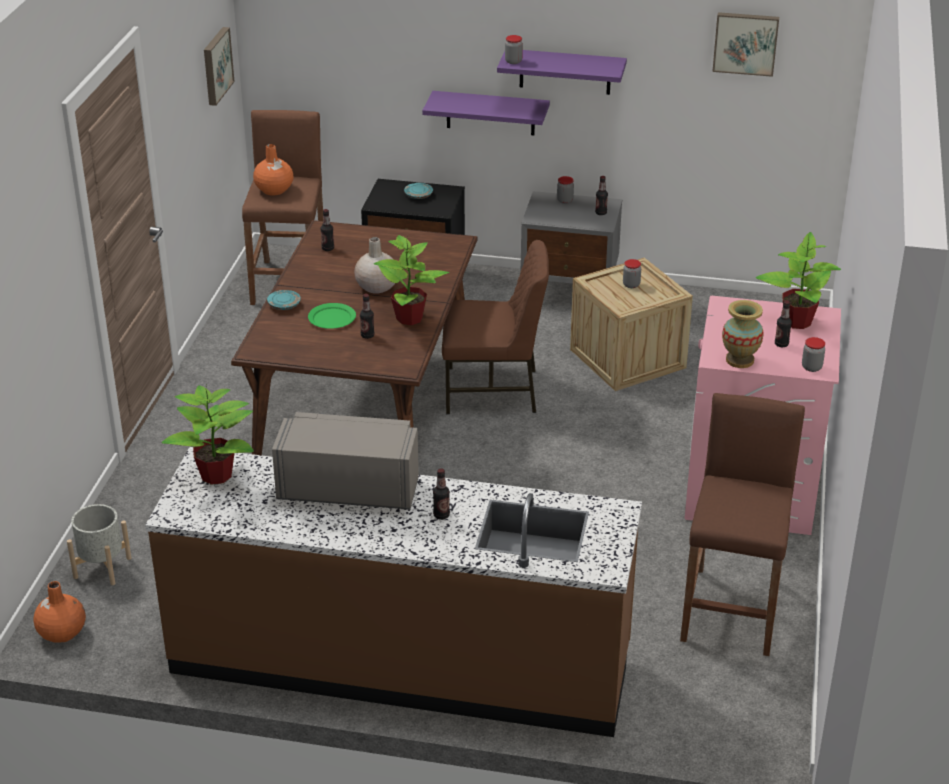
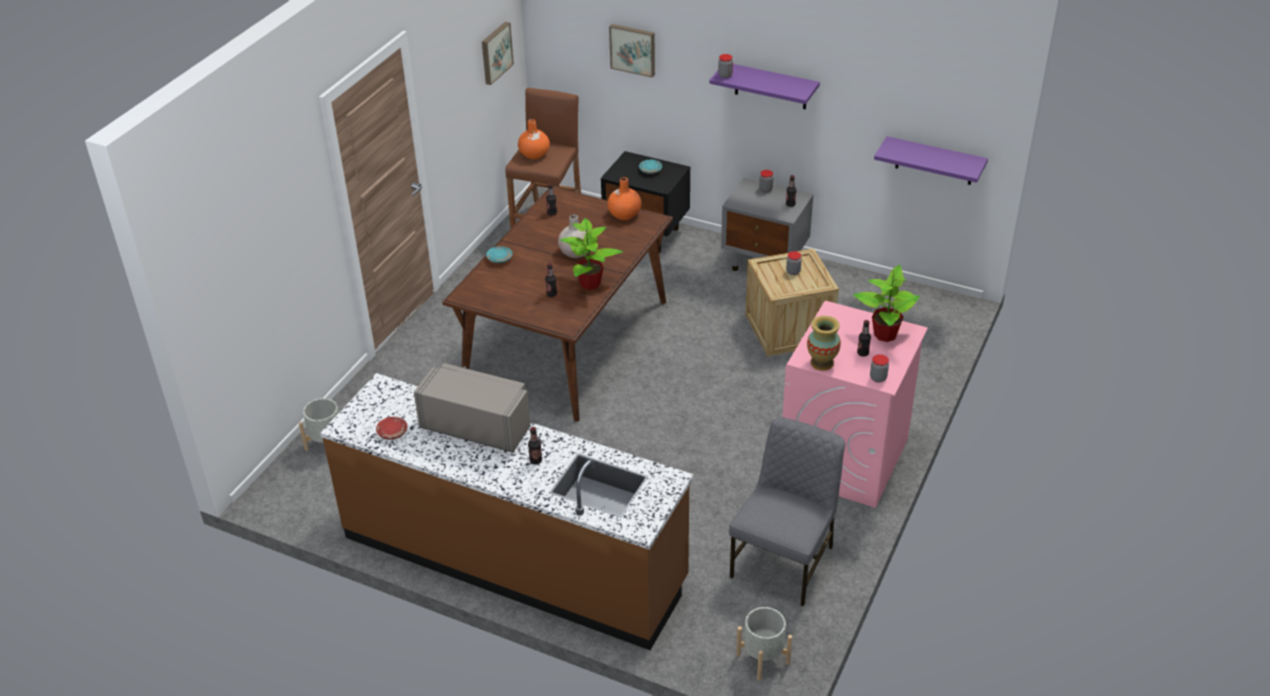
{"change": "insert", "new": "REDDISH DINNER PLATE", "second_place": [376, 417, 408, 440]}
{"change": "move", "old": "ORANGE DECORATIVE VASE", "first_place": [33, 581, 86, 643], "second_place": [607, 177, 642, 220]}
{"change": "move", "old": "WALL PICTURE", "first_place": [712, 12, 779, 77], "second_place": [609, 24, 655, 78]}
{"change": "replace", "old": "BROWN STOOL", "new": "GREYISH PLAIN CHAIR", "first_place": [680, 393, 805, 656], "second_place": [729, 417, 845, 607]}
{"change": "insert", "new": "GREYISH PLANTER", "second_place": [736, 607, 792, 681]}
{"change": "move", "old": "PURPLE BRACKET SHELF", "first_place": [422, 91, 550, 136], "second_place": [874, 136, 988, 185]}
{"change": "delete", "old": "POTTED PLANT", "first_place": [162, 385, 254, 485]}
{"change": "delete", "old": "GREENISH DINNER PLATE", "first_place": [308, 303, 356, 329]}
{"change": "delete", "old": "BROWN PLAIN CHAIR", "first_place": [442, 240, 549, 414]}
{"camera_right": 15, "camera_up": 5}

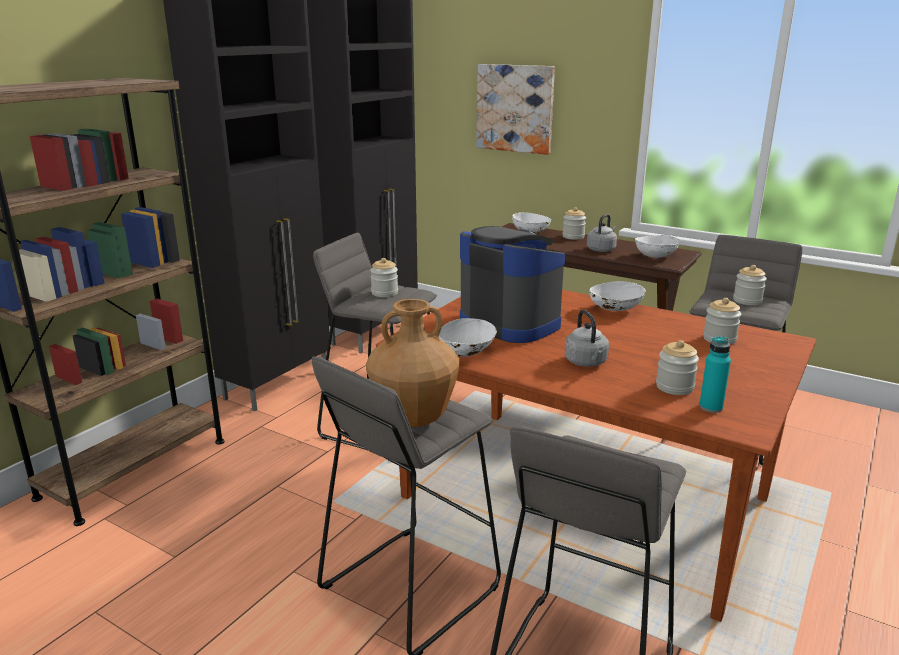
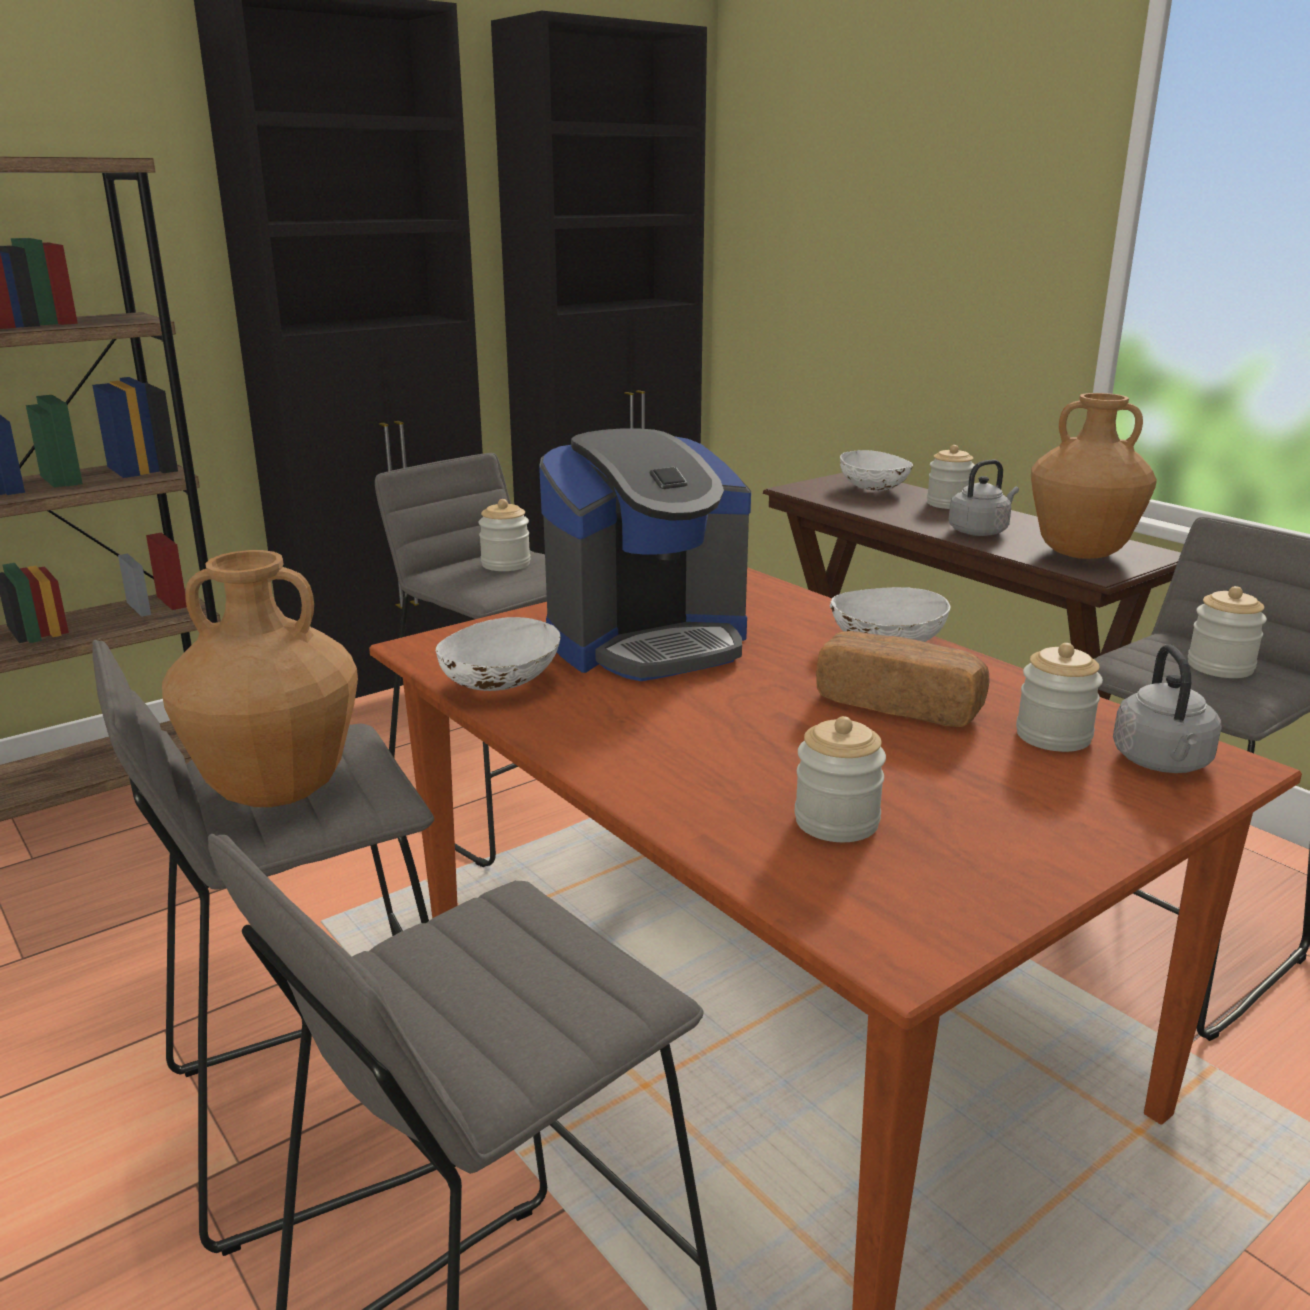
{"change": "rotate", "old": "COFFEE MACHINE", "first_place": [460, 226, 565, 343], "second_place": [539, 428, 751, 681], "degrees": 90}
{"change": "insert", "new": "BAKERY BREAD", "second_place": [816, 631, 990, 727]}
{"change": "replace", "old": "WHITE-COLOURED BOWL", "new": "BROWN DECORATIVE VASE", "first_place": [635, 235, 680, 258], "second_place": [1031, 393, 1157, 559]}
{"change": "move", "old": "GREYISH KETTLE", "first_place": [565, 310, 609, 367], "second_place": [1113, 644, 1222, 773]}
{"change": "delete", "old": "WALL PICTURE", "first_place": [476, 64, 555, 155]}
{"change": "delete", "old": "TURQUOISE-COLOURED BEVERAGE BOTTLE", "first_place": [699, 336, 731, 413]}
{"camera_right": 20, "camera_up": 0}

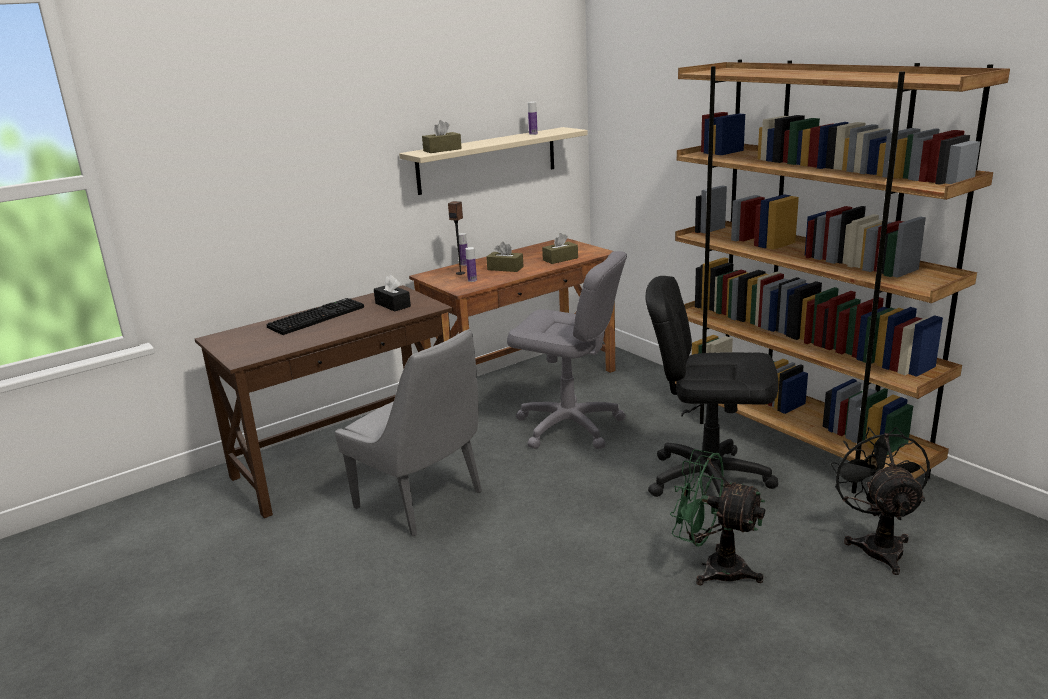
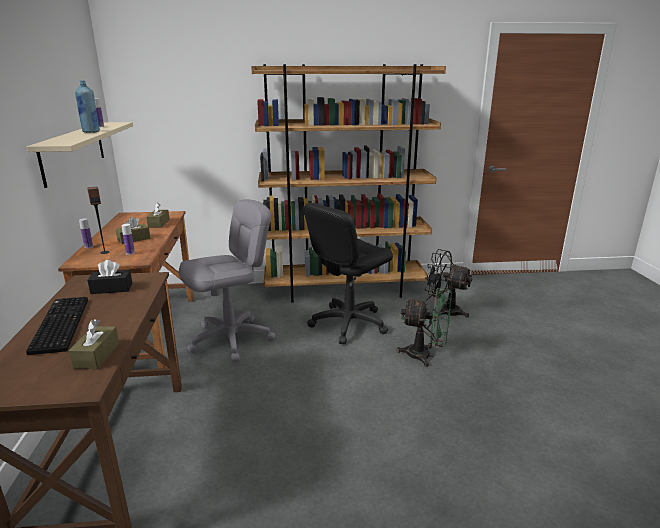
{"change": "move", "old": "BROWN TISSUE HOLDER", "first_place": [422, 120, 462, 153], "second_place": [69, 319, 119, 369]}
{"change": "insert", "new": "BLUE-COLOURED BEVERAGE BOTTLE", "second_place": [75, 81, 100, 133]}
{"change": "rotate", "old": "GREENISH FAN", "first_place": [670, 449, 765, 585], "second_place": [396, 287, 452, 367], "degrees": -135}
{"change": "delete", "old": "GREYISH PLAIN CHAIR", "first_place": [335, 329, 482, 536]}
{"camera_right": -60, "camera_up": 0}

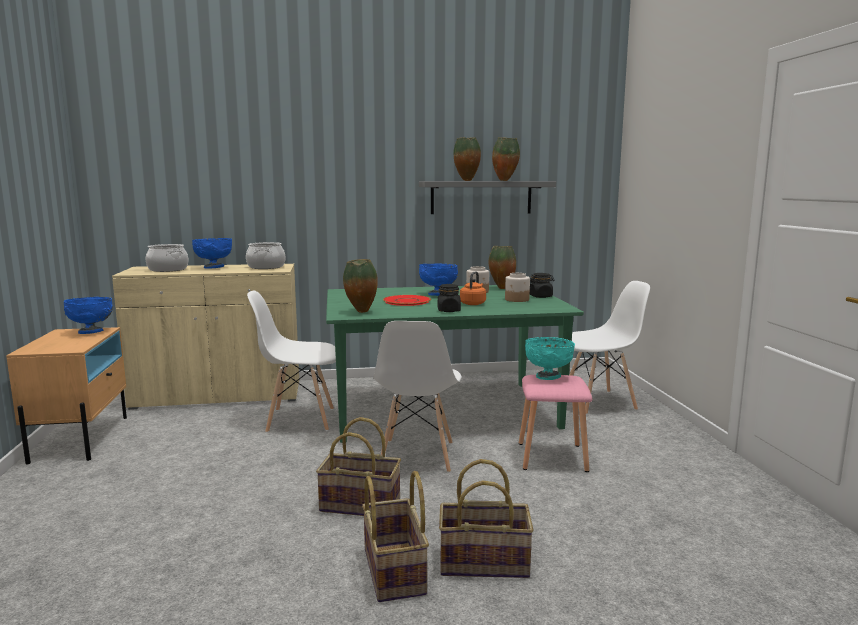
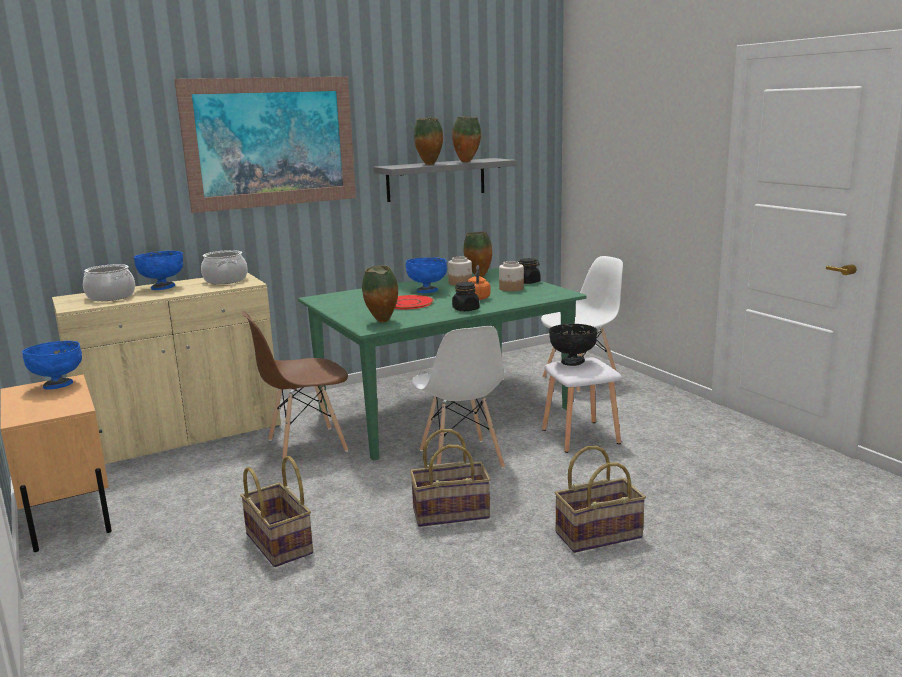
{"change": "insert", "new": "WALL PICTURE", "second_place": [174, 77, 356, 213]}
{"change": "move", "old": "BASKET", "first_place": [362, 471, 429, 602], "second_place": [240, 456, 313, 567]}
{"change": "recolor", "old": "WHITE-COLOURED PLAIN CHAIR", "new": "BROWN PLAIN CHAIR", "first_place": [247, 291, 336, 433], "second_place": [242, 311, 348, 461]}
{"change": "recolor", "old": "PINK STOOL", "new": "WHITE-COLOURED STOOL", "first_place": [519, 375, 592, 472], "second_place": [542, 358, 622, 453]}
{"change": "recolor", "old": "TURQUOISE-COLOURED BOWL", "new": "BLACKISH BOWL", "first_place": [525, 337, 575, 380], "second_place": [549, 324, 598, 366]}
{"camera_right": -20, "camera_up": 5}

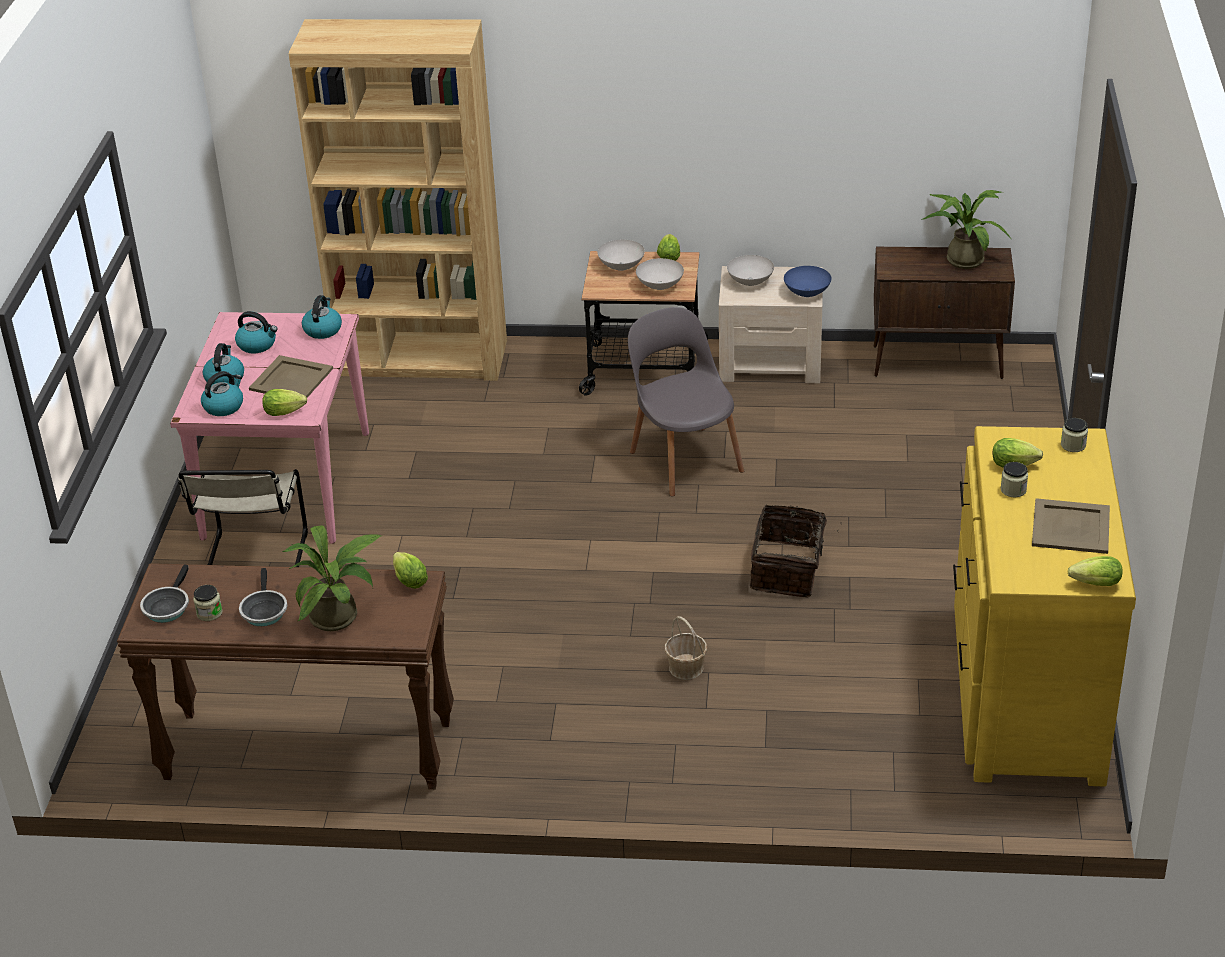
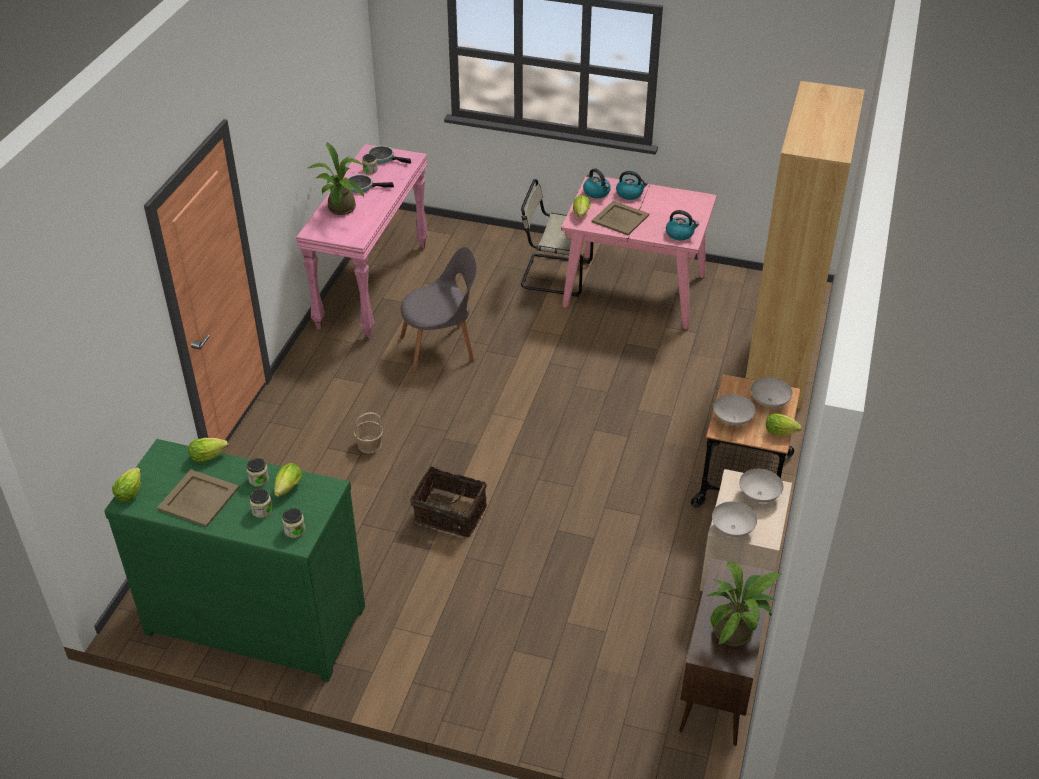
{"change": "recolor", "old": "YELLOW-COLOURED DRESSER", "new": "GREENISH DRESSER", "first_place": [953, 426, 1136, 787], "second_place": [104, 439, 365, 682]}
{"change": "move", "old": "LETTUCE", "first_place": [393, 552, 428, 589], "second_place": [188, 438, 228, 463]}
{"change": "insert", "new": "JAR", "second_place": [249, 489, 273, 518]}
{"change": "recolor", "old": "BROWN NARROW TABLE", "new": "PINK NARROW TABLE", "first_place": [117, 563, 454, 790], "second_place": [296, 144, 428, 339]}
{"change": "move", "old": "GREYISH PLAIN CHAIR", "first_place": [628, 307, 744, 497], "second_place": [401, 247, 477, 373]}
{"change": "recolor", "old": "BLUE-COLOURED BOWL", "new": "WHITE-COLOURED BOWL", "first_place": [784, 266, 832, 297], "second_place": [712, 501, 757, 537]}
{"change": "delete", "old": "KETTLE", "first_place": [235, 311, 278, 354]}
{"camera_right": 100, "camera_up": 5}

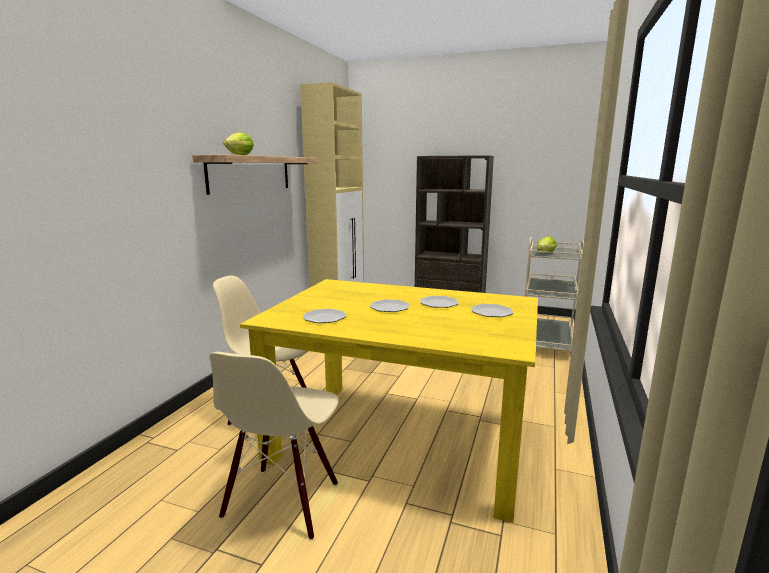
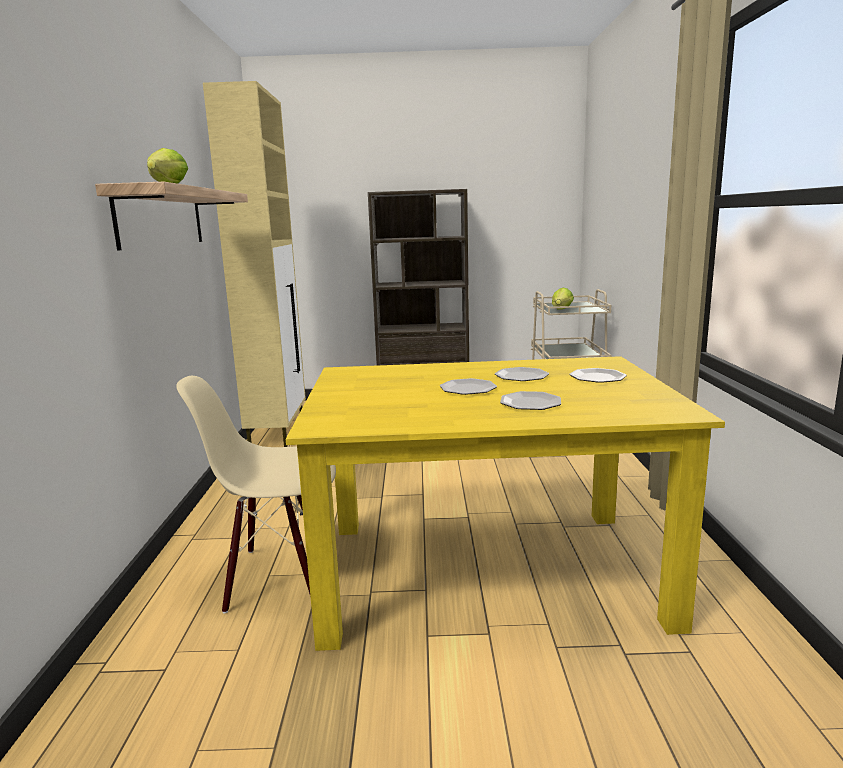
{"change": "move", "old": "DINNER PLATE", "first_place": [304, 309, 346, 323], "second_place": [500, 391, 561, 410]}
{"change": "delete", "old": "BEIGE PLAIN CHAIR", "first_place": [209, 352, 339, 540]}
{"camera_right": -20, "camera_up": 0}

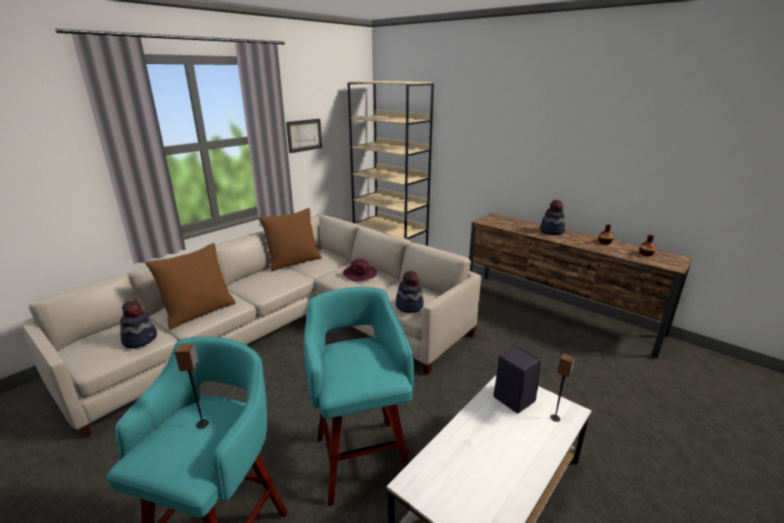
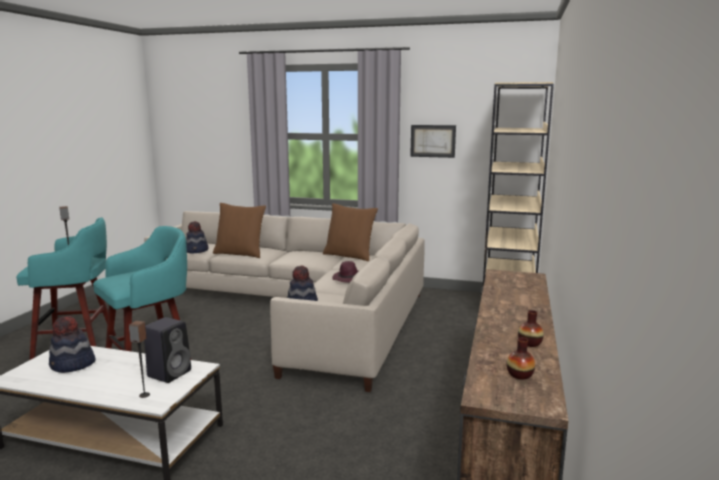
{"change": "move", "old": "HAT", "first_place": [540, 200, 565, 235], "second_place": [49, 316, 96, 373]}
{"camera_right": 65, "camera_up": -10}

